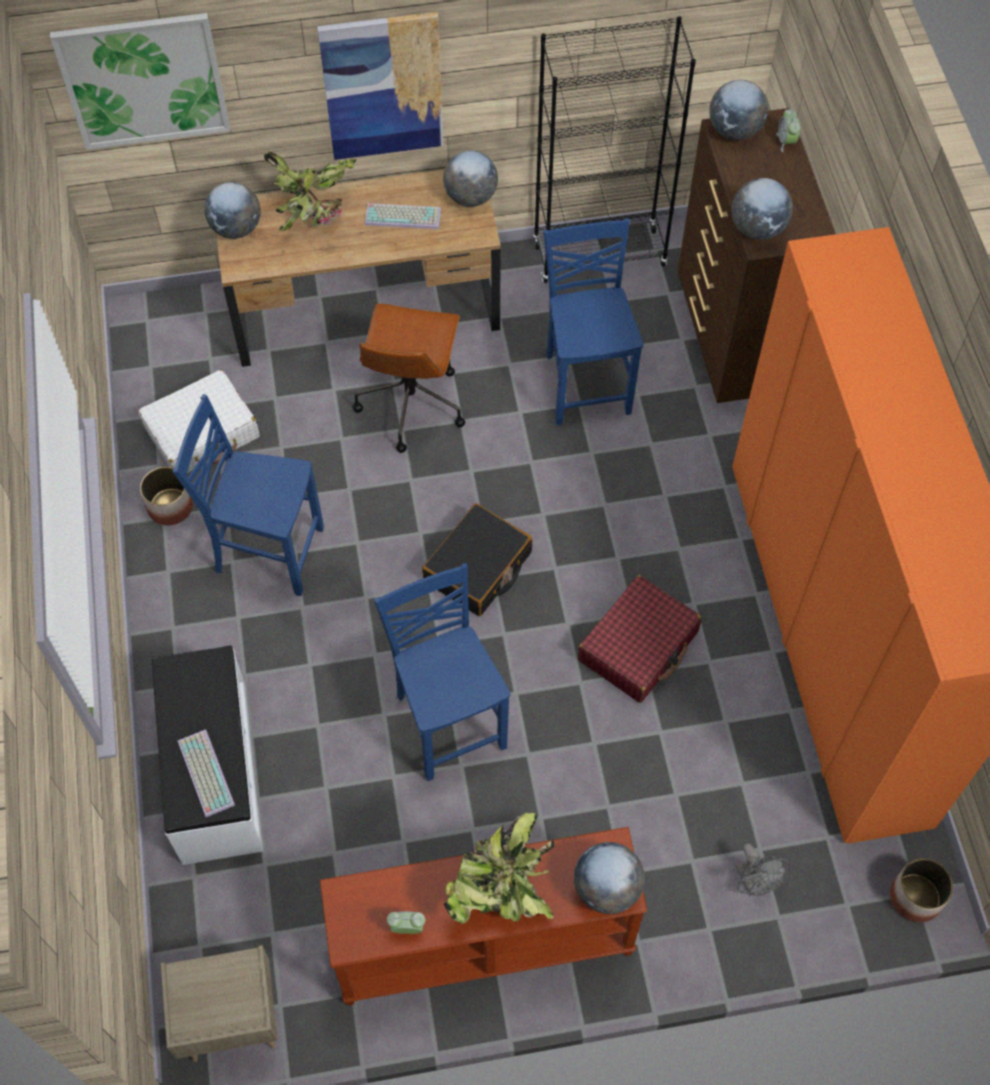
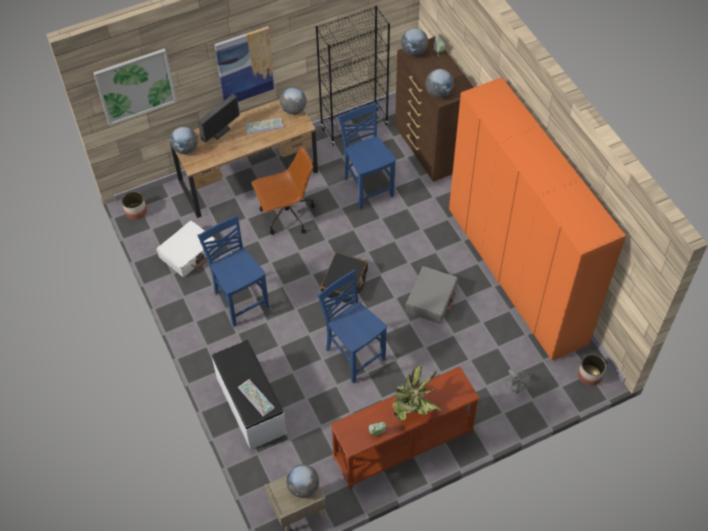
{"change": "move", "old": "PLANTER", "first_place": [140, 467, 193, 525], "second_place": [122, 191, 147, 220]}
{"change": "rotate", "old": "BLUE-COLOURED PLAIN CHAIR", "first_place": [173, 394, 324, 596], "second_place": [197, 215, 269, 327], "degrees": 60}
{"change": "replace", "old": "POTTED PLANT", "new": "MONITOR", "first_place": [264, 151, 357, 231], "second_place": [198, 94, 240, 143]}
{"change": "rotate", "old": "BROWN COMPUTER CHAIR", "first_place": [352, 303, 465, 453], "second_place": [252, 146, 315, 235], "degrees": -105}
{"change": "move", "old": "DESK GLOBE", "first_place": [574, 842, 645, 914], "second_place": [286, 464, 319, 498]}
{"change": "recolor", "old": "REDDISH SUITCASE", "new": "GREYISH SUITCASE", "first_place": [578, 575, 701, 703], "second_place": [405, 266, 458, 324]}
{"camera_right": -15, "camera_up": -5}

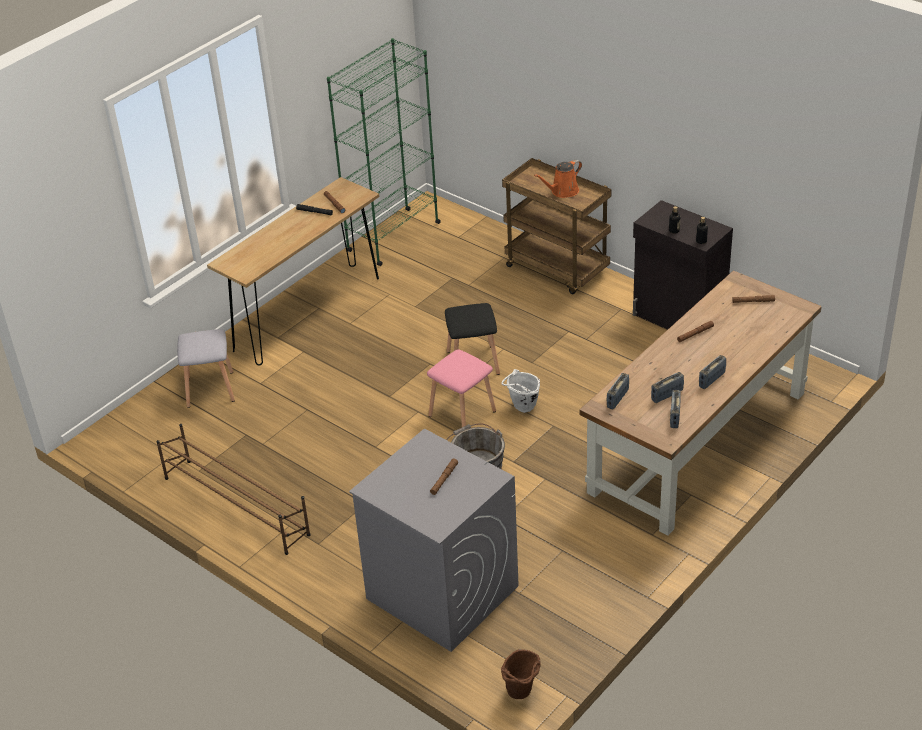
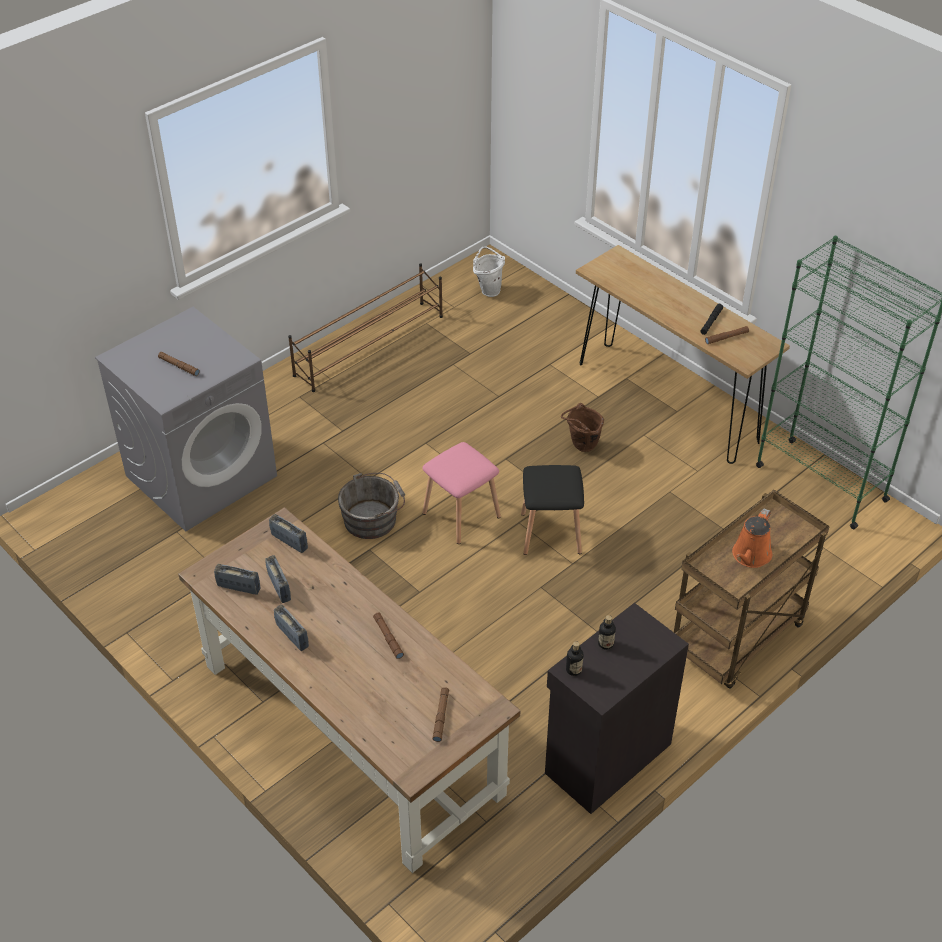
{"change": "move", "old": "WHITE-COLOURED WATER BUCKET", "first_place": [501, 369, 540, 413], "second_place": [473, 246, 505, 297]}
{"change": "move", "old": "BROWN WATER BUCKET", "first_place": [501, 649, 540, 699], "second_place": [561, 403, 604, 452]}
{"change": "rotate", "old": "ORANGE WATERING CAN", "first_place": [534, 160, 582, 198], "second_place": [732, 508, 772, 568], "degrees": -120}
{"change": "delete", "old": "GREYISH STOOL", "first_place": [177, 329, 235, 408]}
{"camera_right": 95, "camera_up": 5}

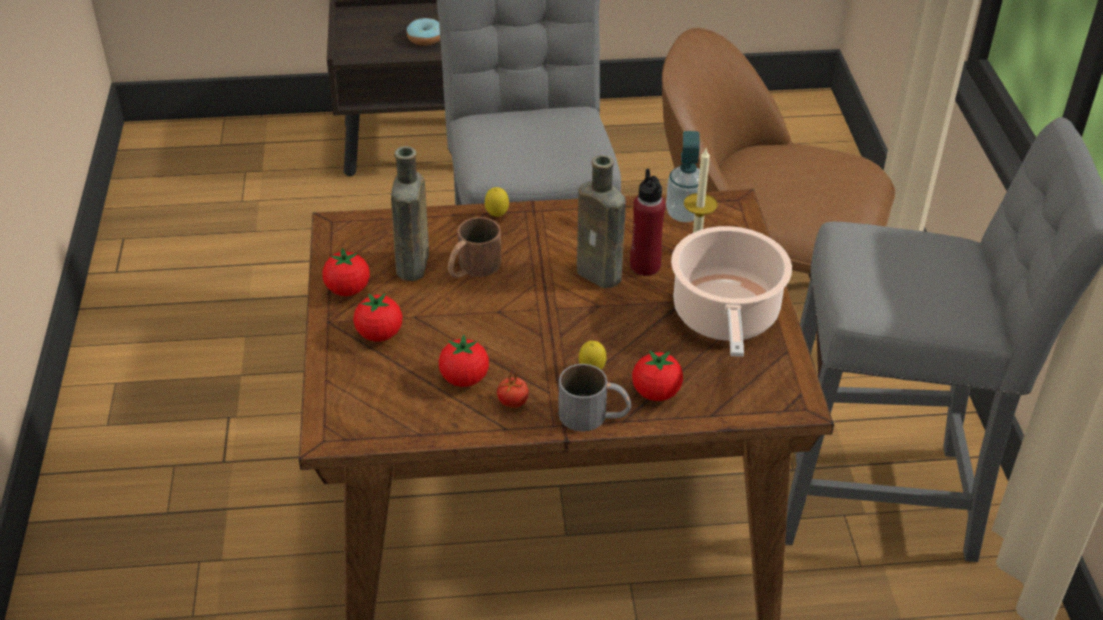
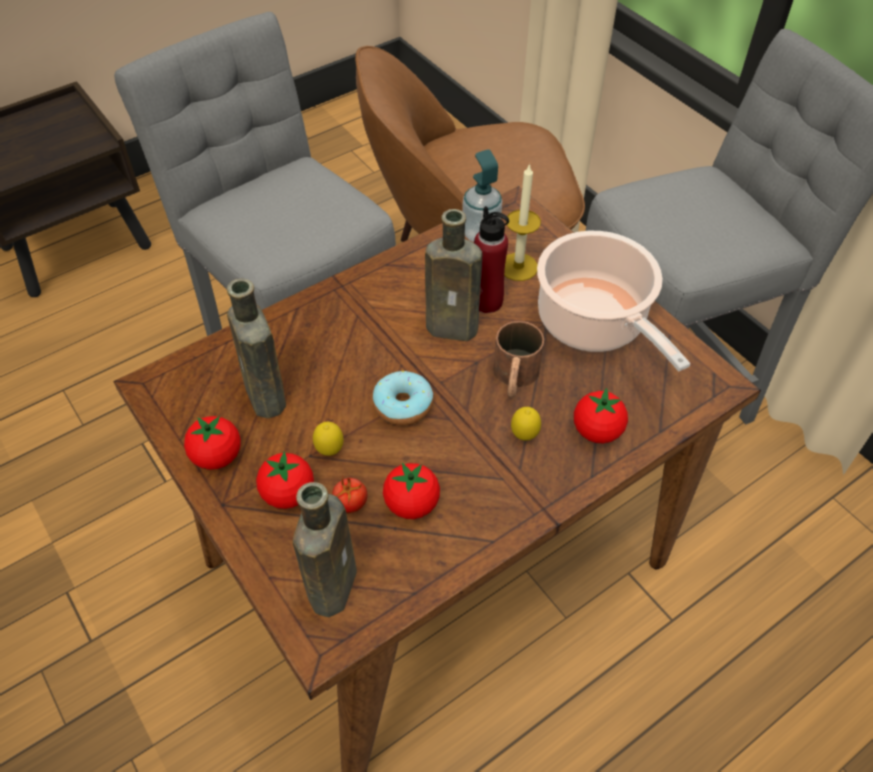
{"change": "insert", "new": "BROWN BEVERAGE BOTTLE", "second_place": [293, 482, 357, 617]}
{"change": "move", "old": "LEMON", "first_place": [485, 187, 509, 217], "second_place": [313, 422, 344, 456]}
{"change": "move", "old": "WHOLE TOMATO", "first_place": [497, 370, 529, 408], "second_place": [332, 478, 367, 513]}
{"change": "move", "old": "DONUT", "first_place": [407, 18, 440, 46], "second_place": [373, 371, 433, 426]}
{"change": "move", "old": "BROWN TEA MUG", "first_place": [448, 217, 501, 278], "second_place": [494, 321, 544, 398]}
{"change": "delete", "old": "GREYISH TEA MUG", "first_place": [558, 364, 631, 432]}
{"camera_right": -30, "camera_up": 10}

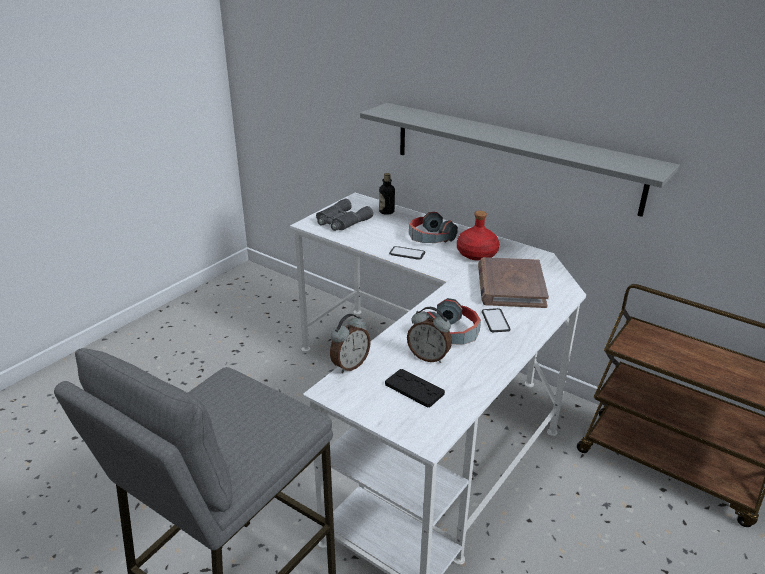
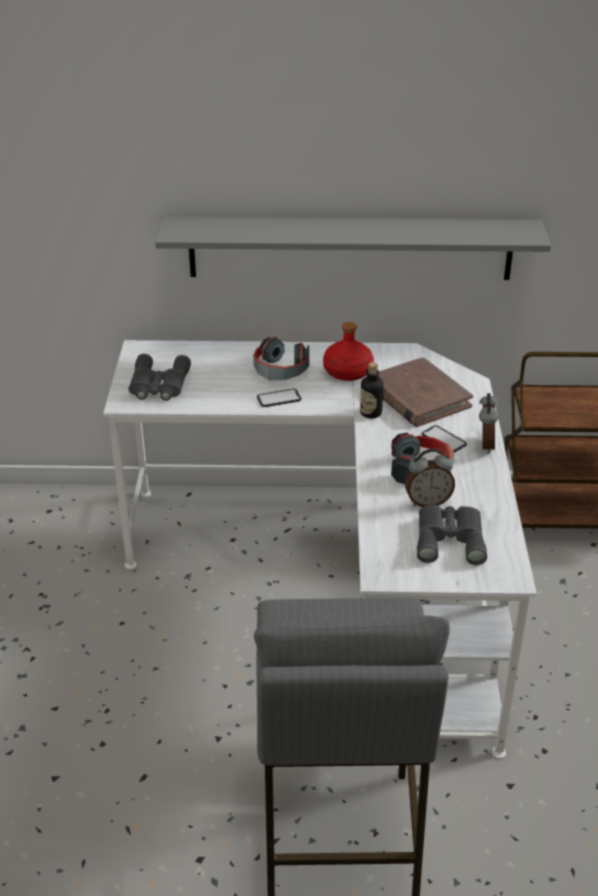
{"change": "move", "old": "BEVERAGE BOTTLE", "first_place": [379, 173, 395, 215], "second_place": [360, 362, 383, 418]}
{"change": "replace", "old": "BLACKISH GAMEPAD", "new": "GREYISH FIELD GLASSES", "first_place": [385, 369, 445, 408], "second_place": [417, 505, 487, 565]}
{"change": "move", "old": "BEDSIDE CLOCK", "first_place": [330, 314, 371, 373], "second_place": [479, 393, 499, 454]}
{"camera_right": -35, "camera_up": 5}

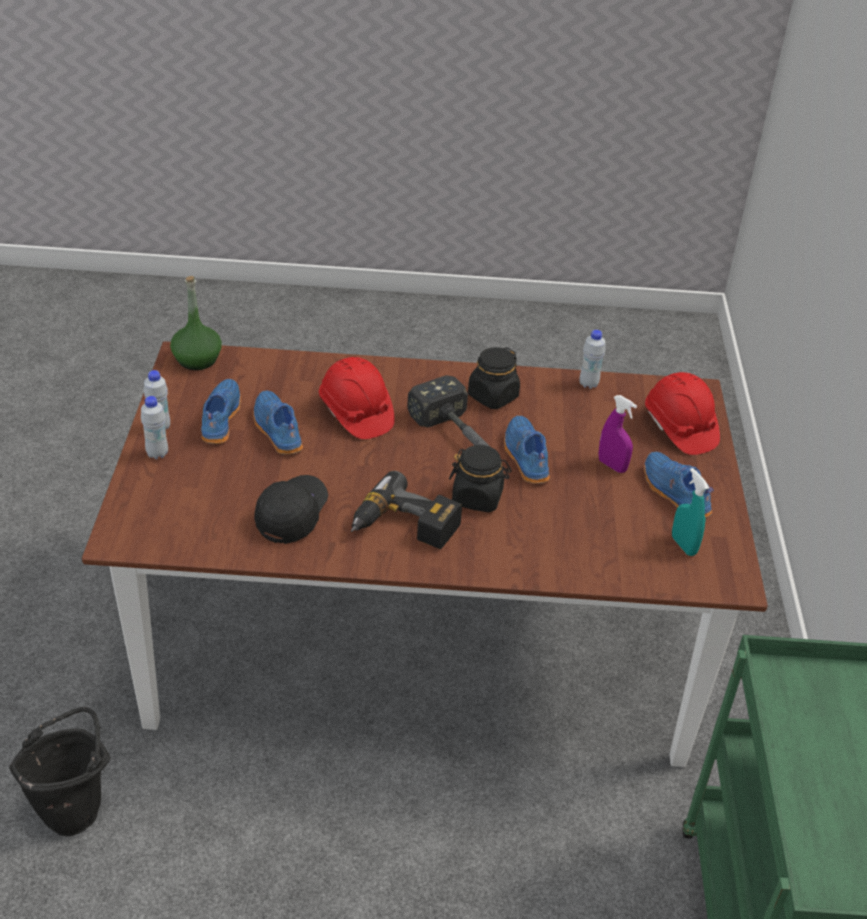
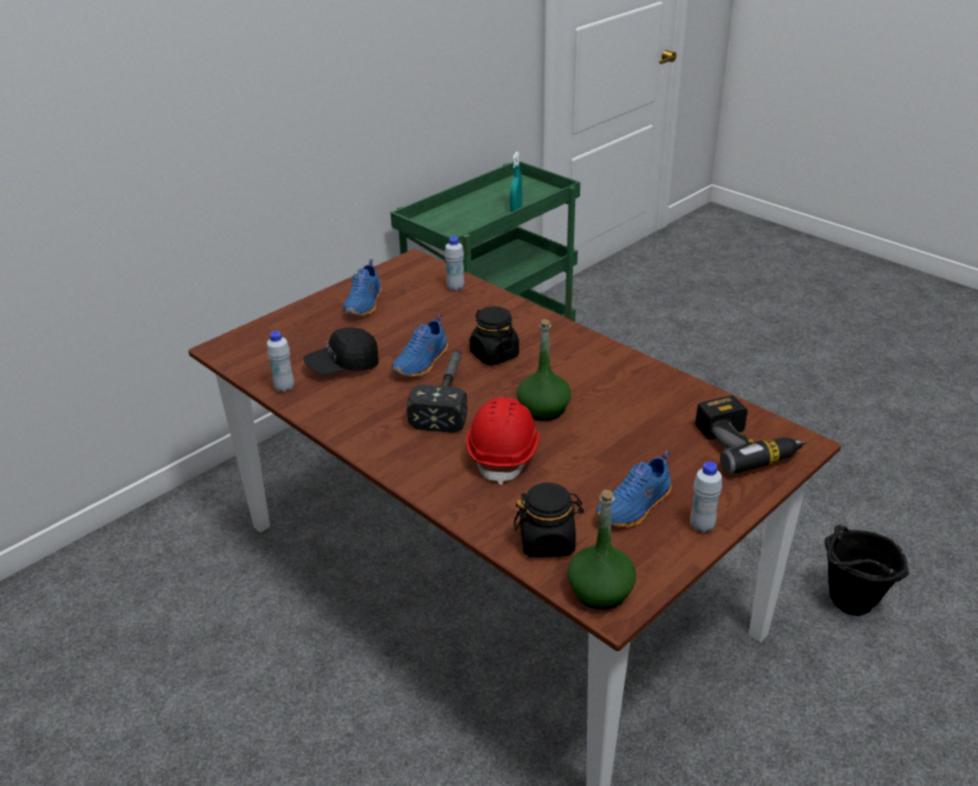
{"change": "move", "old": "BLACKISH PEAKED CAP", "first_place": [254, 475, 328, 544], "second_place": [303, 327, 379, 374]}
{"change": "move", "old": "WHITE-COLOURED BEVERAGE BOTTLE", "first_place": [141, 396, 168, 459], "second_place": [445, 236, 464, 292]}
{"change": "move", "old": "TURQUOISE-COLOURED SPRAY BOTTLE", "first_place": [672, 468, 709, 556], "second_place": [510, 152, 522, 212]}
{"change": "move", "old": "BLACKISH JAR", "first_place": [468, 347, 520, 409], "second_place": [514, 483, 584, 558]}
{"change": "insert", "new": "GREENISH BEVERAGE BOTTLE", "second_place": [517, 319, 571, 421]}
{"change": "move", "old": "DRILL", "first_place": [351, 471, 462, 549], "second_place": [695, 396, 806, 474]}
{"change": "delete", "old": "BLUE-COLOURED ITEM OF FOOTWEAR", "first_place": [253, 391, 303, 454]}
{"change": "delete", "old": "PURPLE SPRAY BOTTLE", "first_place": [599, 395, 637, 473]}
{"change": "delete", "old": "REDDISH WORK HELMET", "first_place": [645, 372, 720, 455]}
{"camera_right": -135, "camera_up": -5}

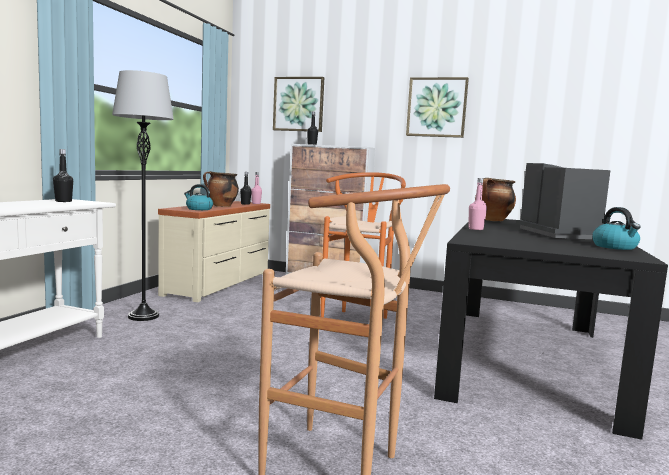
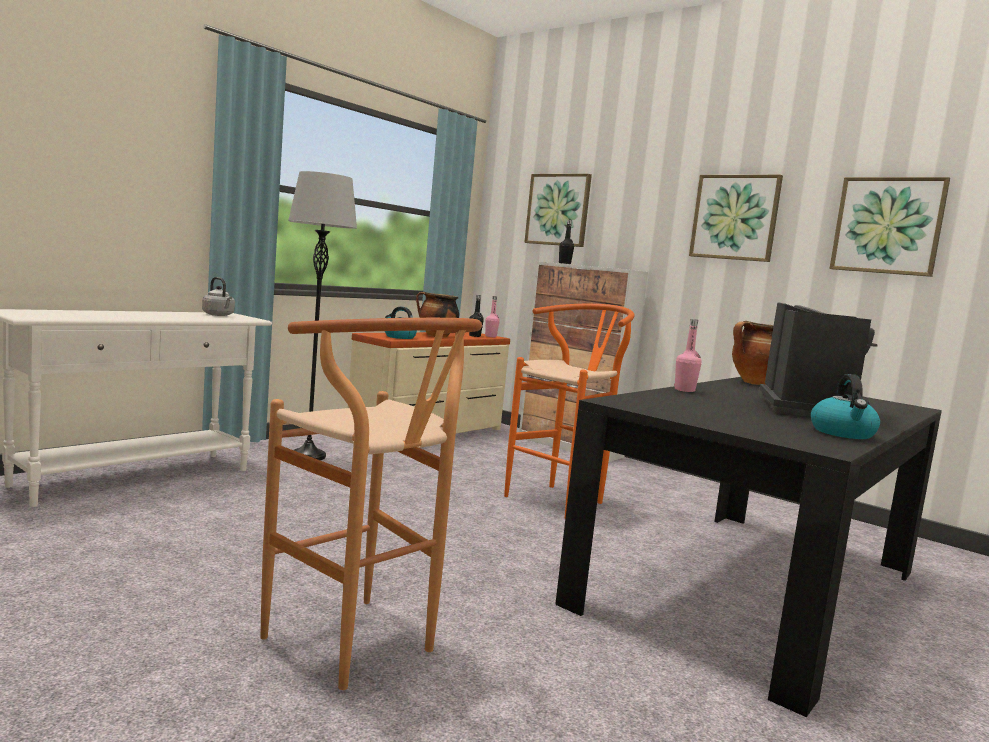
{"change": "replace", "old": "BLACKISH BEVERAGE BOTTLE", "new": "GREYISH KETTLE", "first_place": [53, 149, 73, 202], "second_place": [202, 277, 235, 316]}
{"change": "insert", "new": "WALL PICTURE", "second_place": [829, 177, 950, 277]}
{"camera_right": 20, "camera_up": 0}

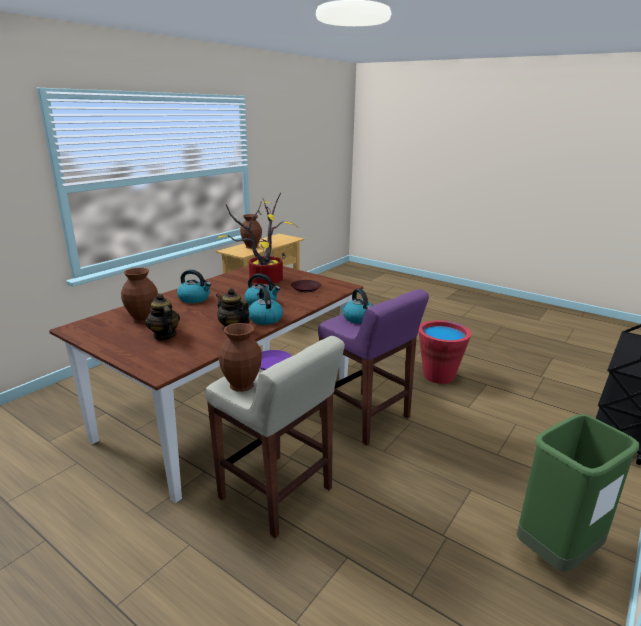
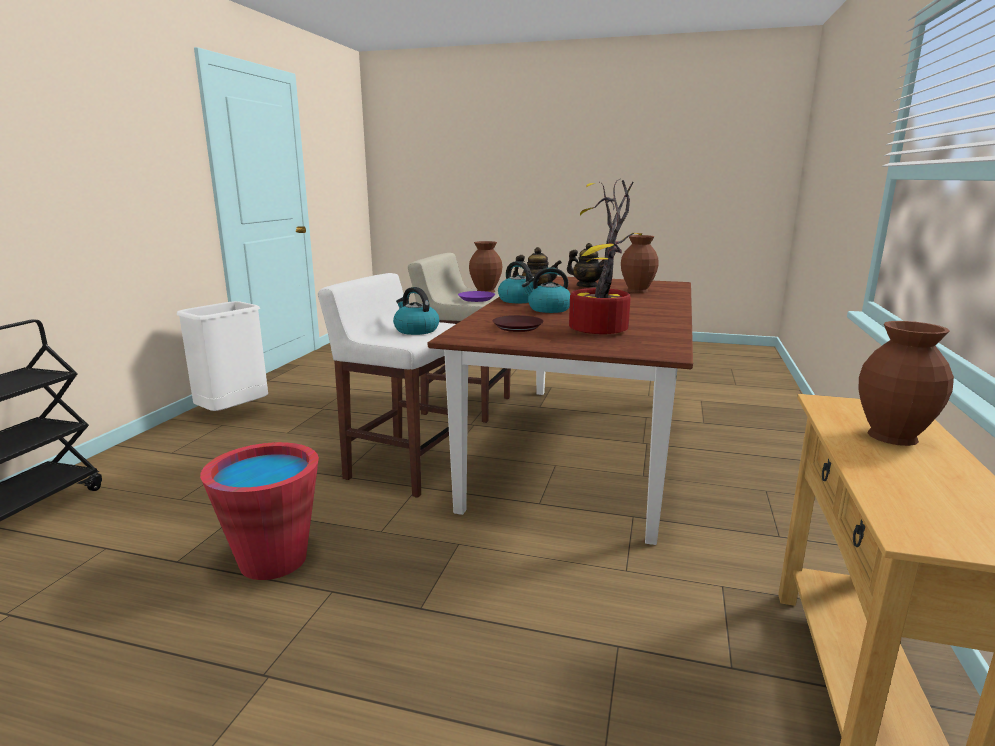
{"change": "recolor", "old": "GREENISH TRASH CAN", "new": "WHITE-COLOURED TRASH CAN", "first_place": [516, 414, 639, 572], "second_place": [177, 301, 268, 411]}
{"change": "recolor", "old": "PURPLE STOOL", "new": "WHITE-COLOURED STOOL", "first_place": [318, 289, 429, 446], "second_place": [318, 273, 456, 498]}
{"change": "delete", "old": "KETTLE", "first_place": [177, 270, 211, 303]}
{"camera_right": 160, "camera_up": -5}

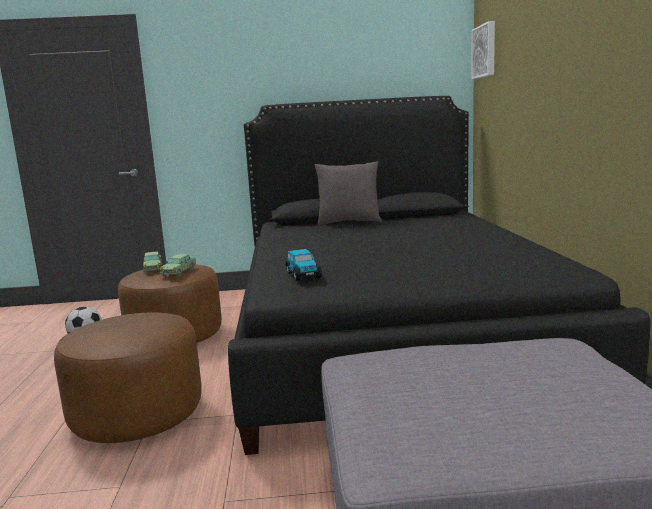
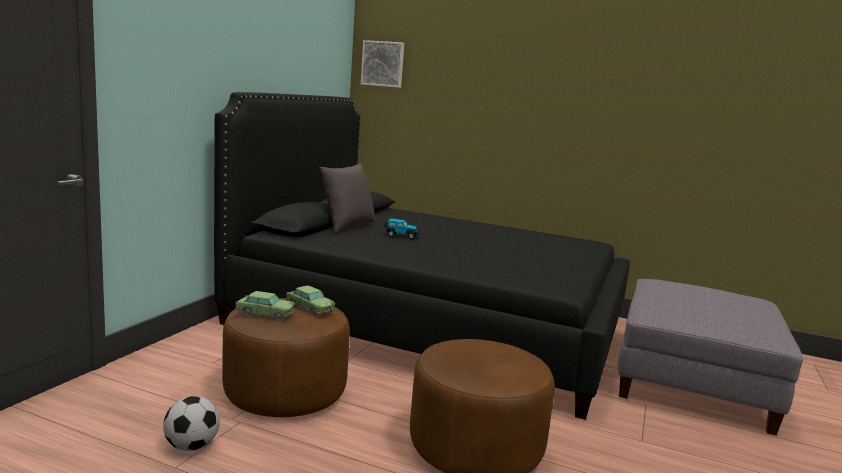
{"change": "move", "old": "MINIATURE CAR", "first_place": [285, 249, 322, 281], "second_place": [385, 218, 420, 239]}
{"camera_right": -65, "camera_up": 0}

